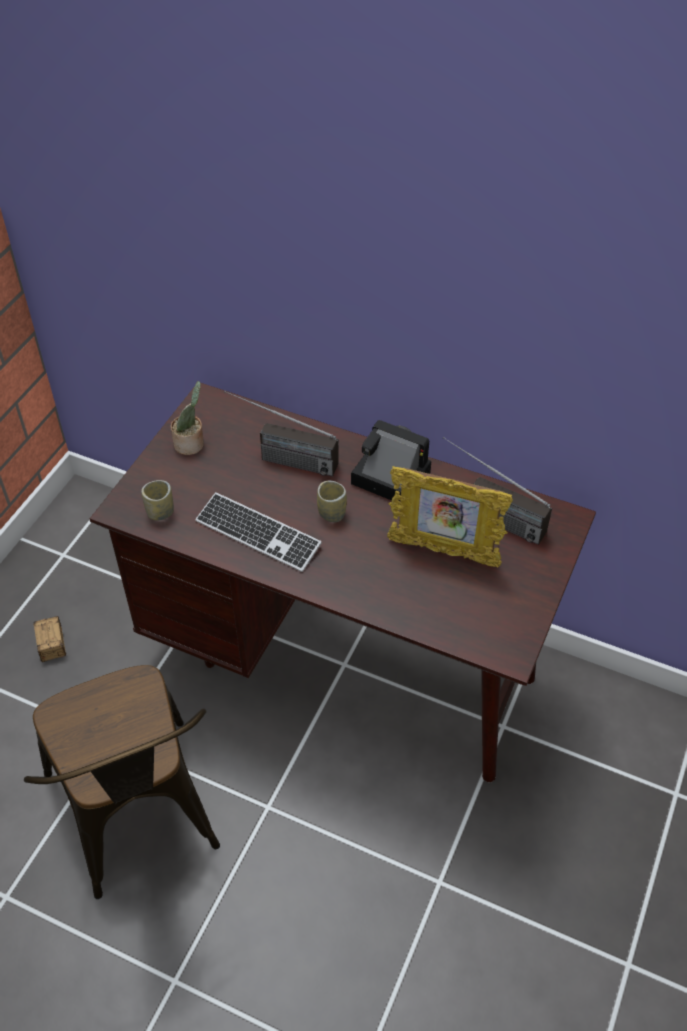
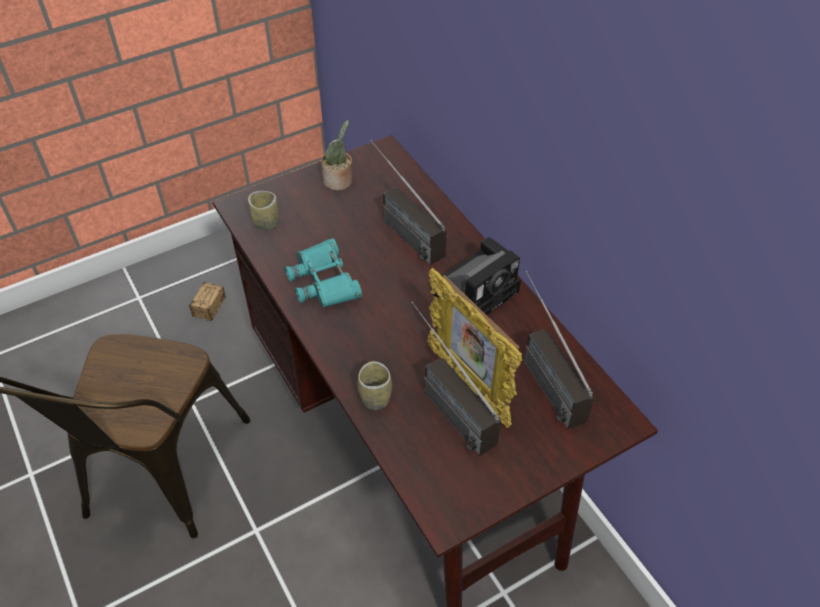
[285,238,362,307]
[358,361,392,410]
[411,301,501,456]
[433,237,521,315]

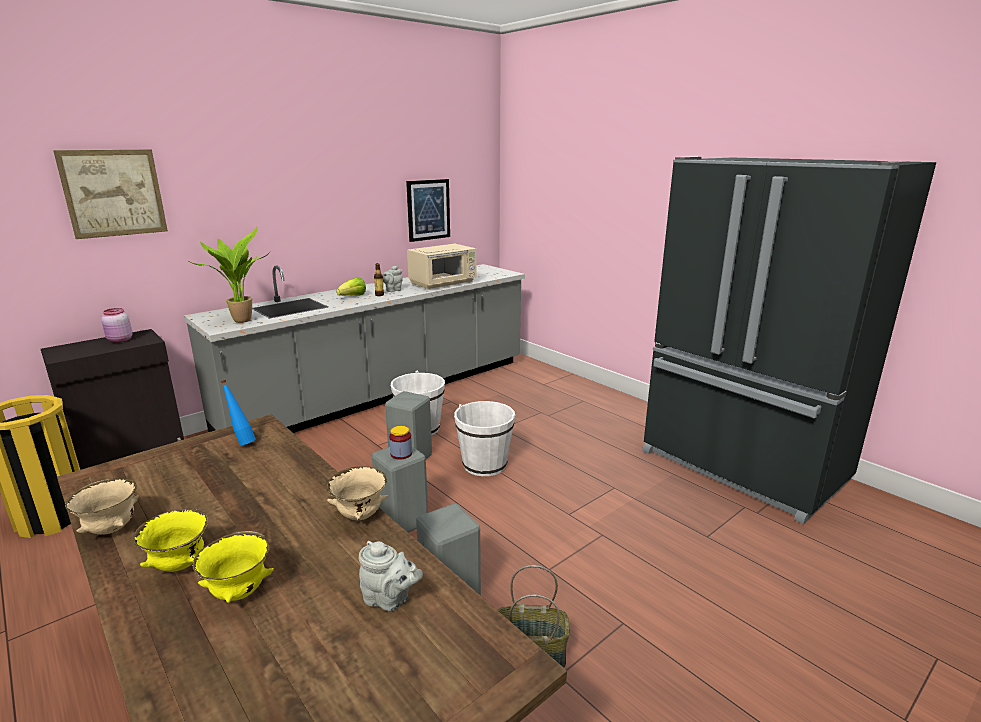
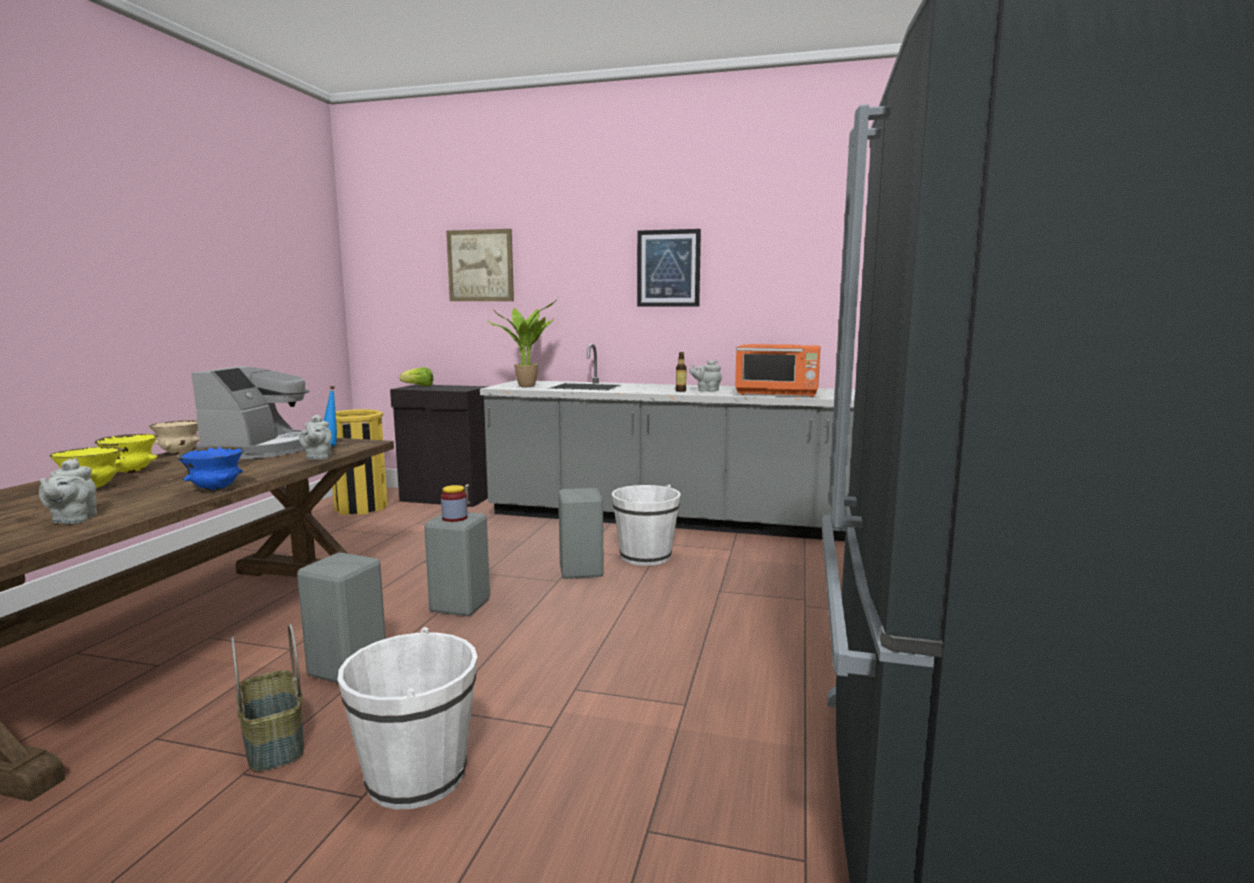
[176,446,244,491]
[191,366,310,459]
[299,415,332,460]
[338,627,477,809]
[399,367,433,387]
[637,229,701,306]
[735,344,821,397]
[101,308,132,343] (first image)

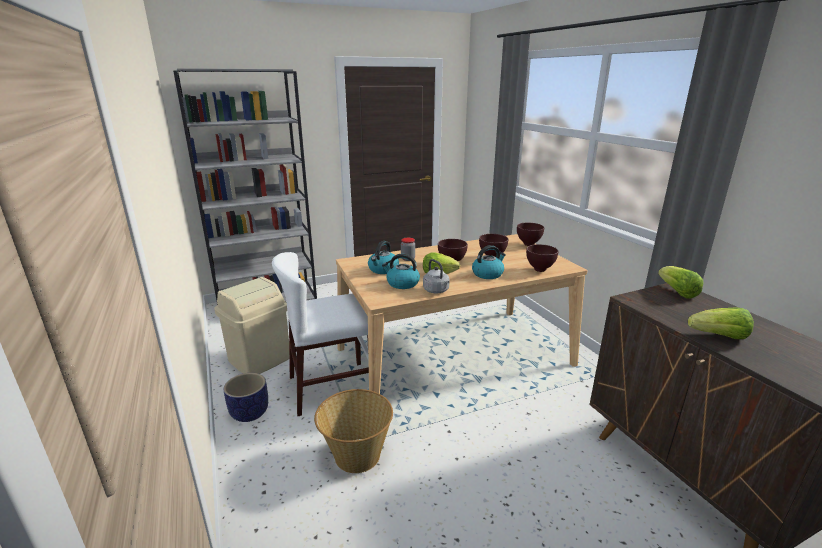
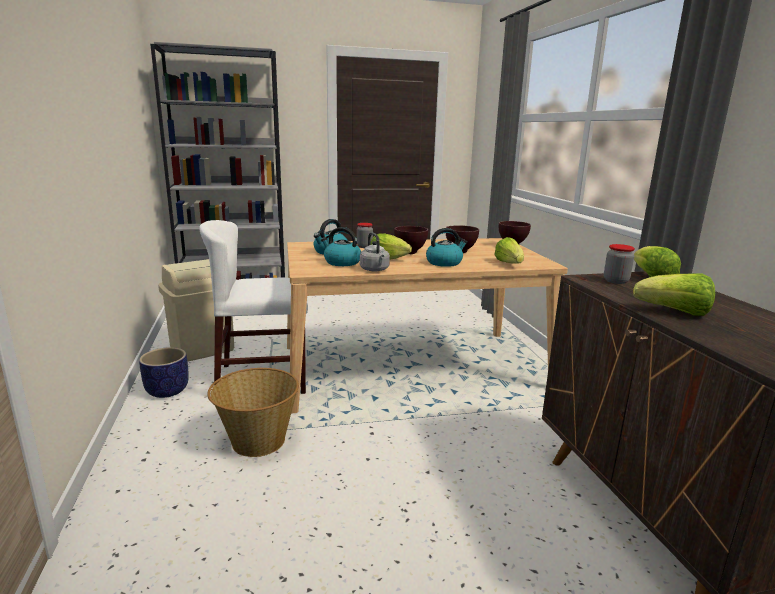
[494,237,524,264]
[604,244,635,284]

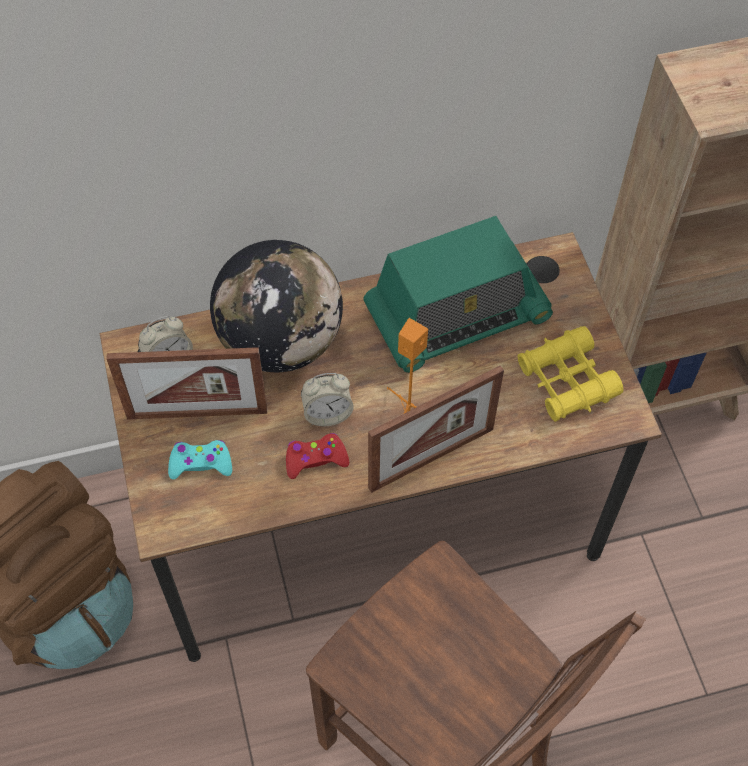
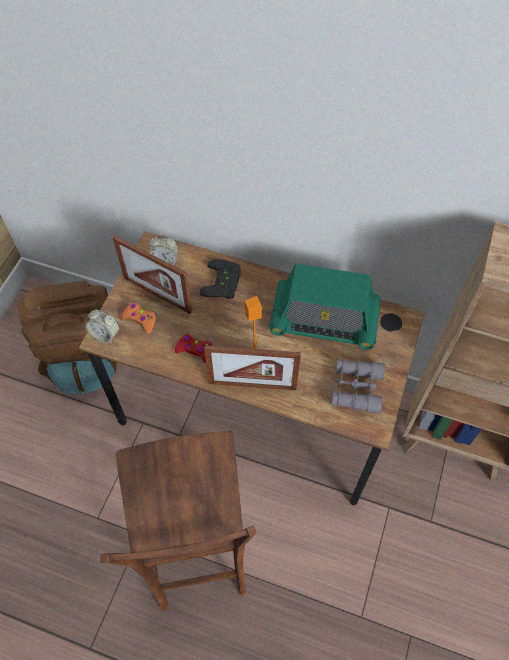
[85,309,120,343]
[121,302,156,334]
[199,259,241,299]
[332,358,385,413]

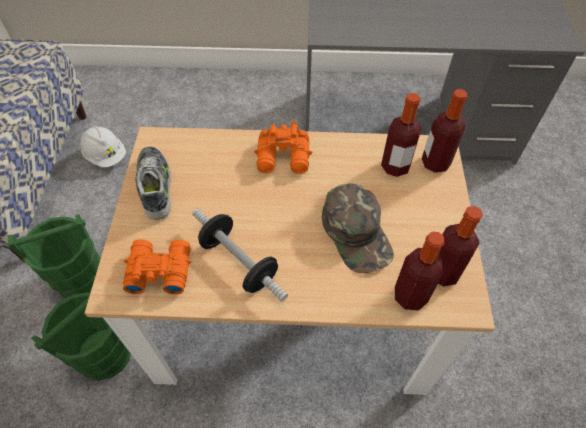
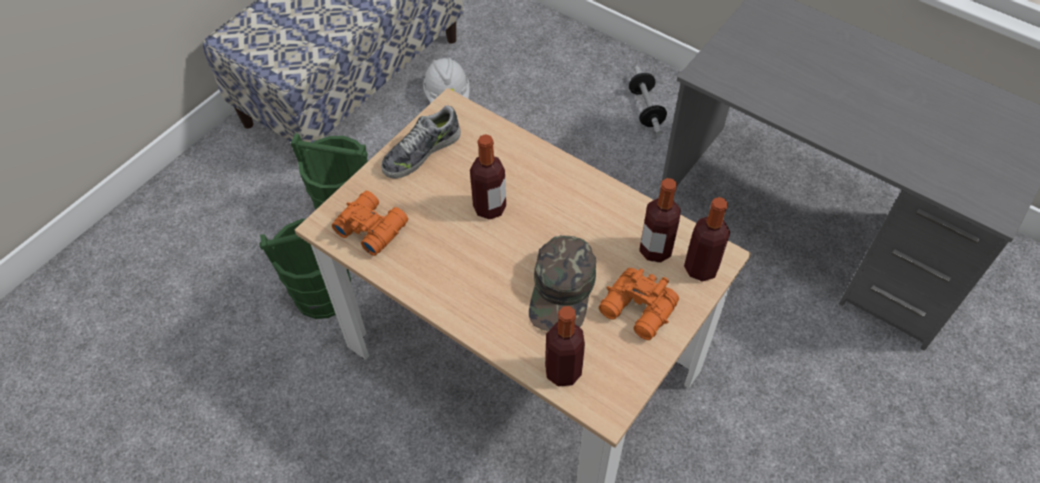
[381,105,461,179]
[470,134,506,220]
[599,268,679,340]
[629,66,667,135]

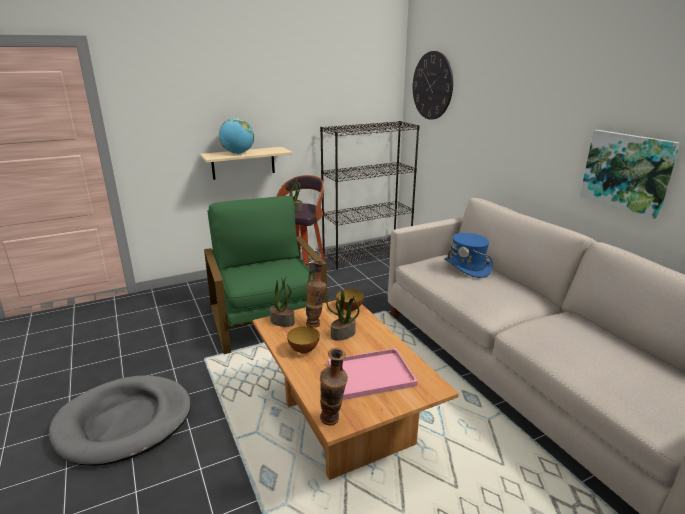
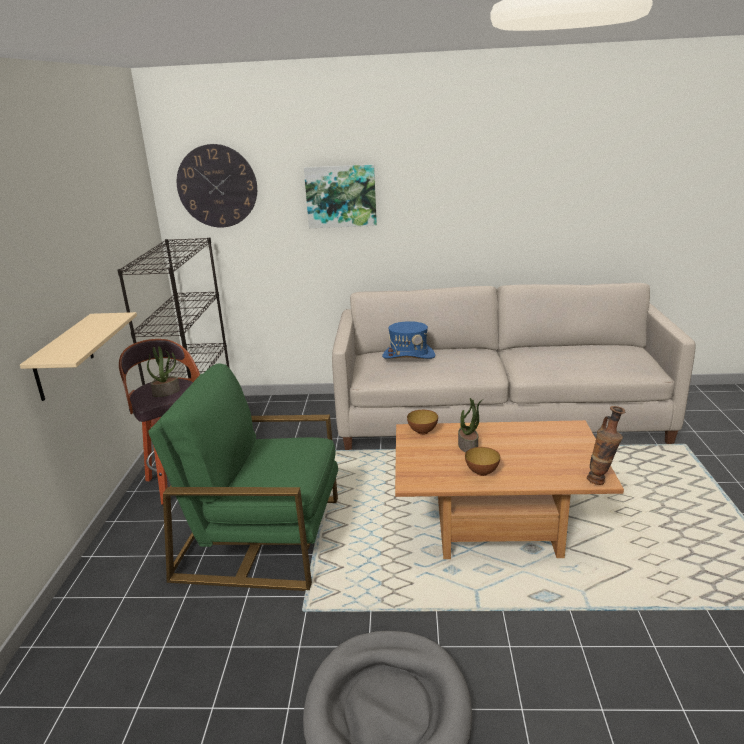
[304,164,377,228]
[219,118,254,154] (first image)
[270,276,295,327] (first image)
[306,261,326,328] (first image)
[328,348,418,400] (first image)

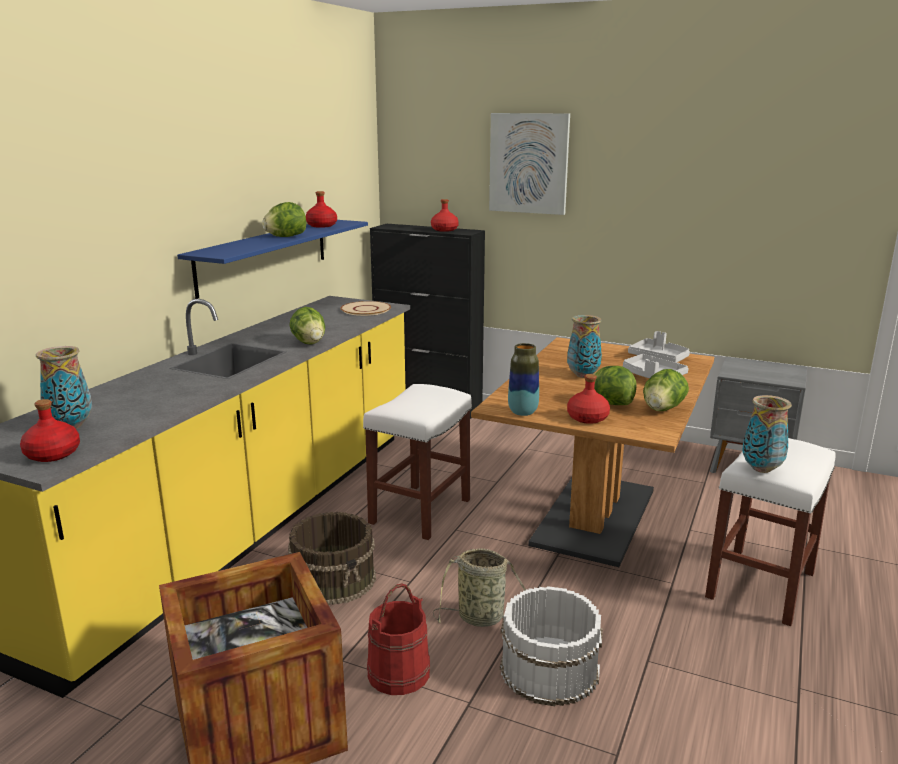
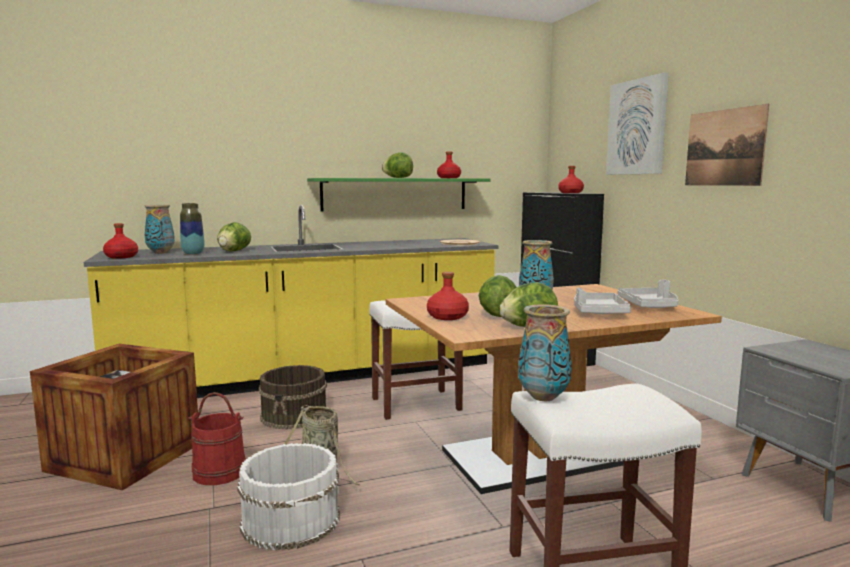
[180,203,205,255]
[217,222,251,252]
[307,178,491,211]
[685,104,769,186]

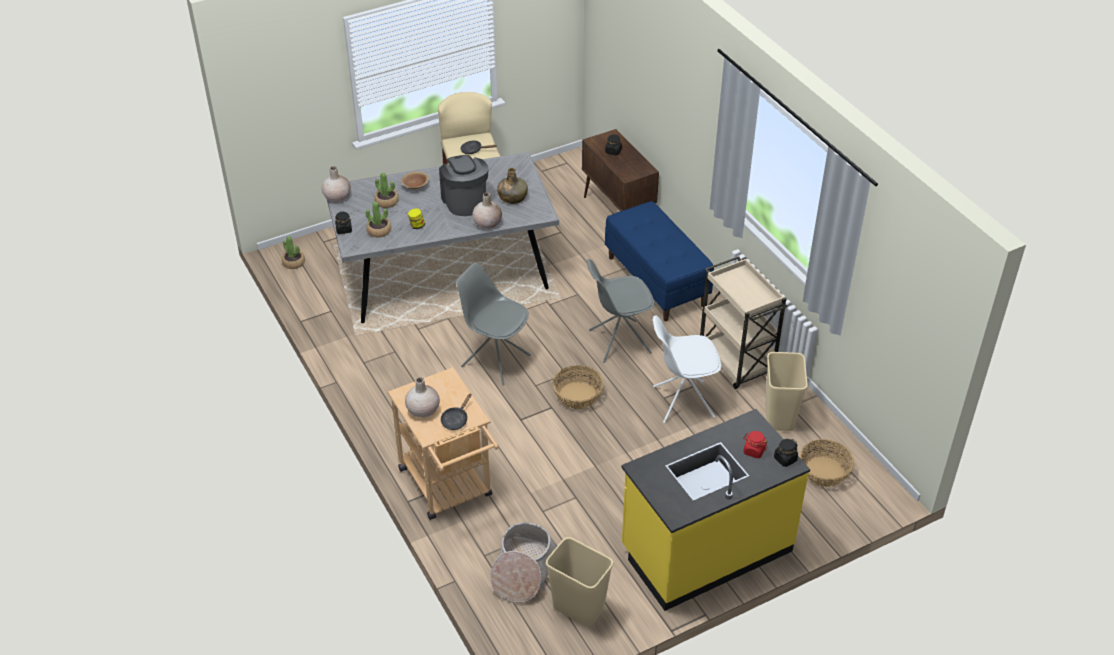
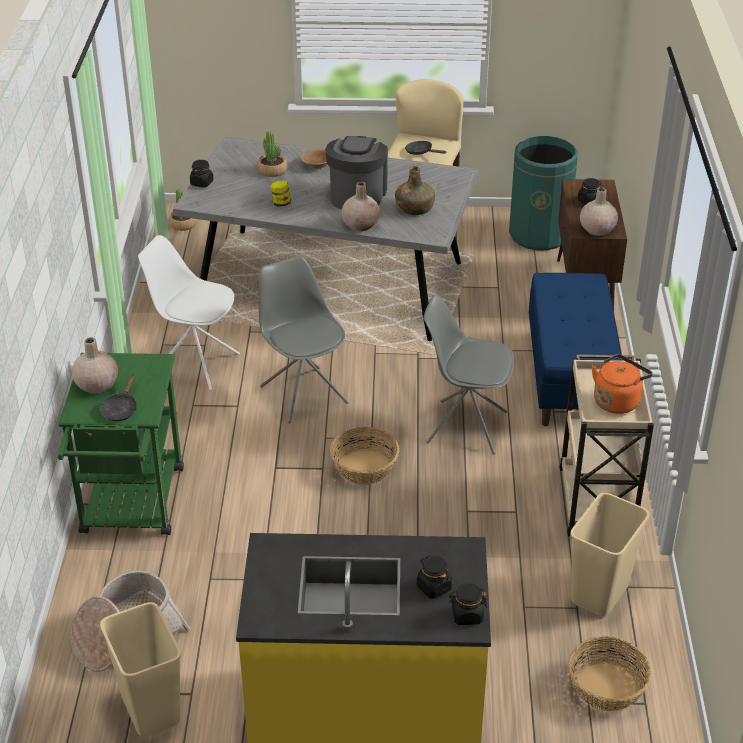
[58,353,184,535]
[100,374,137,421]
[138,235,240,391]
[417,556,452,599]
[509,136,578,250]
[580,187,618,236]
[592,354,653,414]
[366,202,391,237] (first image)

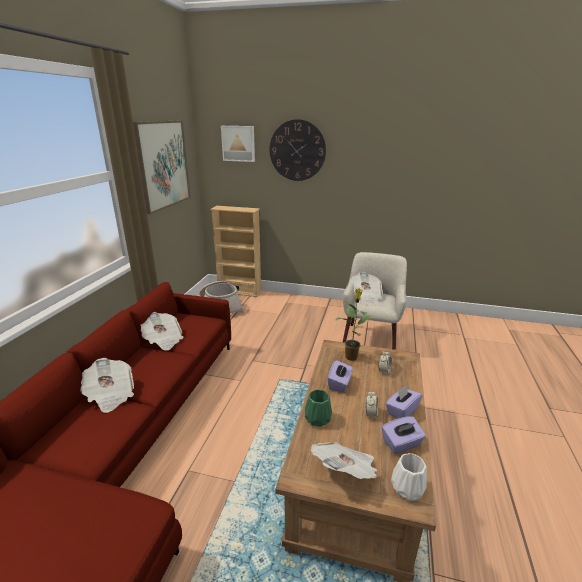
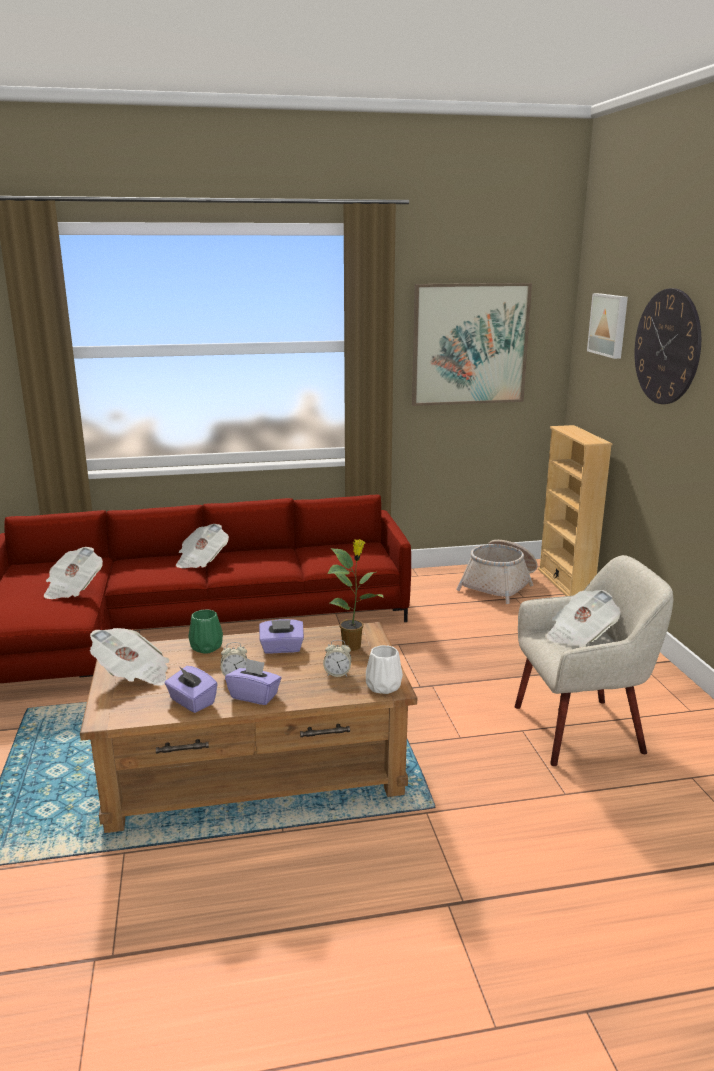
[44,547,103,599]
[366,645,403,694]

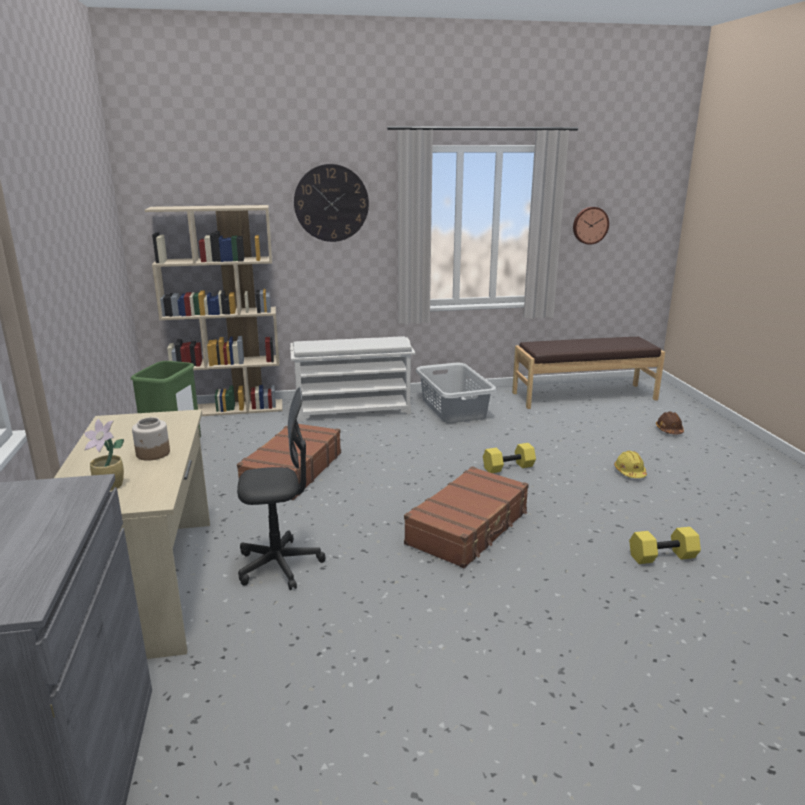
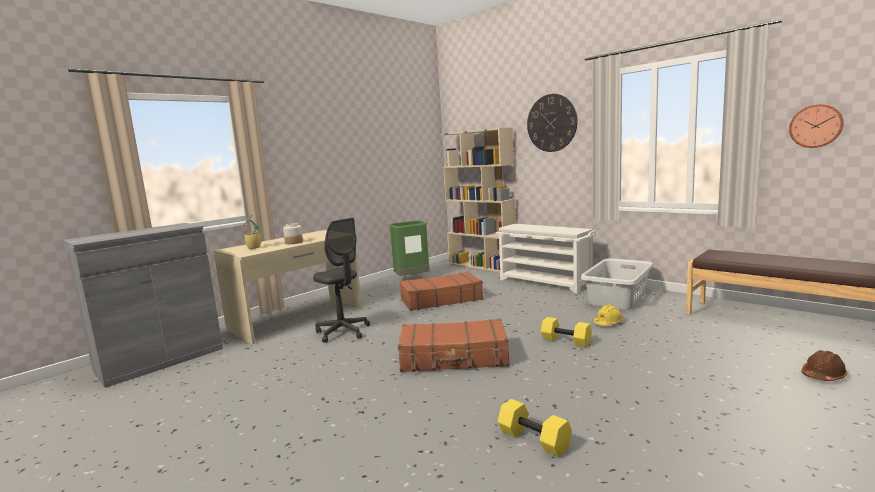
[593,305,623,326]

